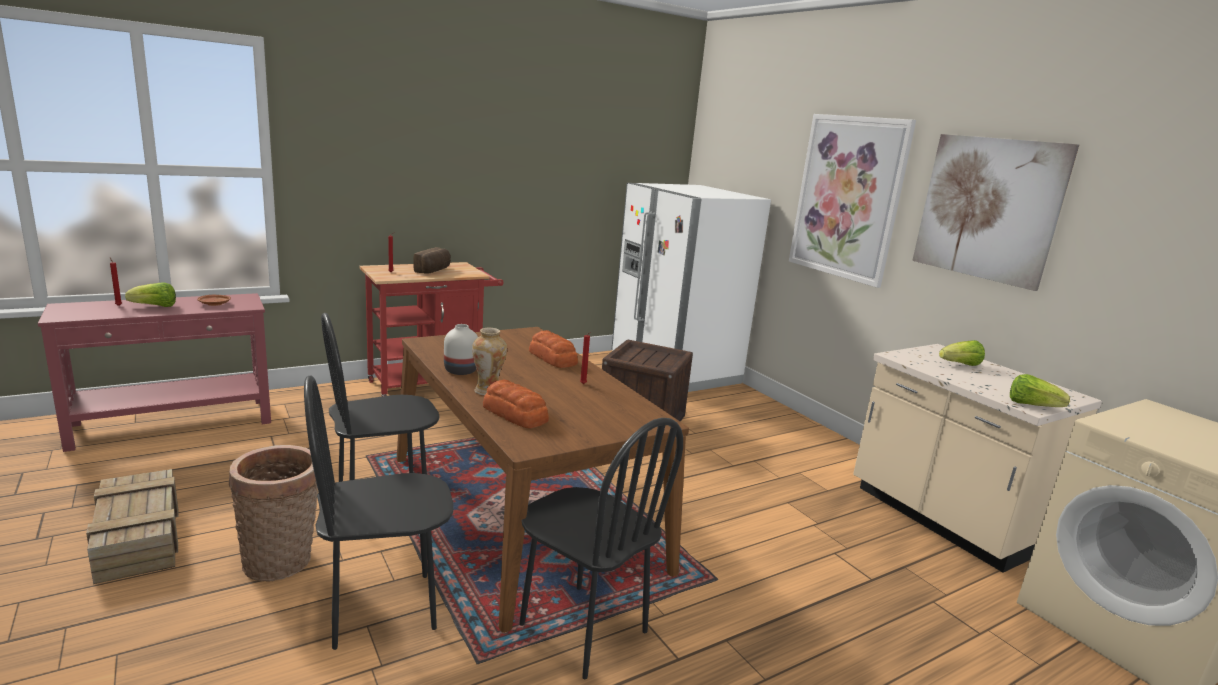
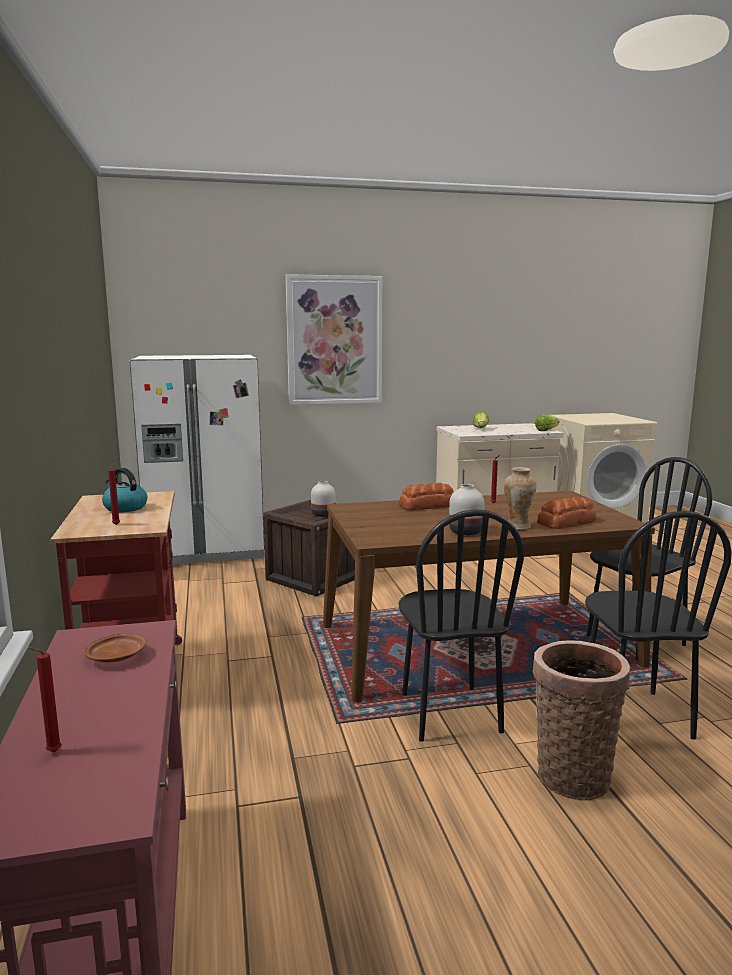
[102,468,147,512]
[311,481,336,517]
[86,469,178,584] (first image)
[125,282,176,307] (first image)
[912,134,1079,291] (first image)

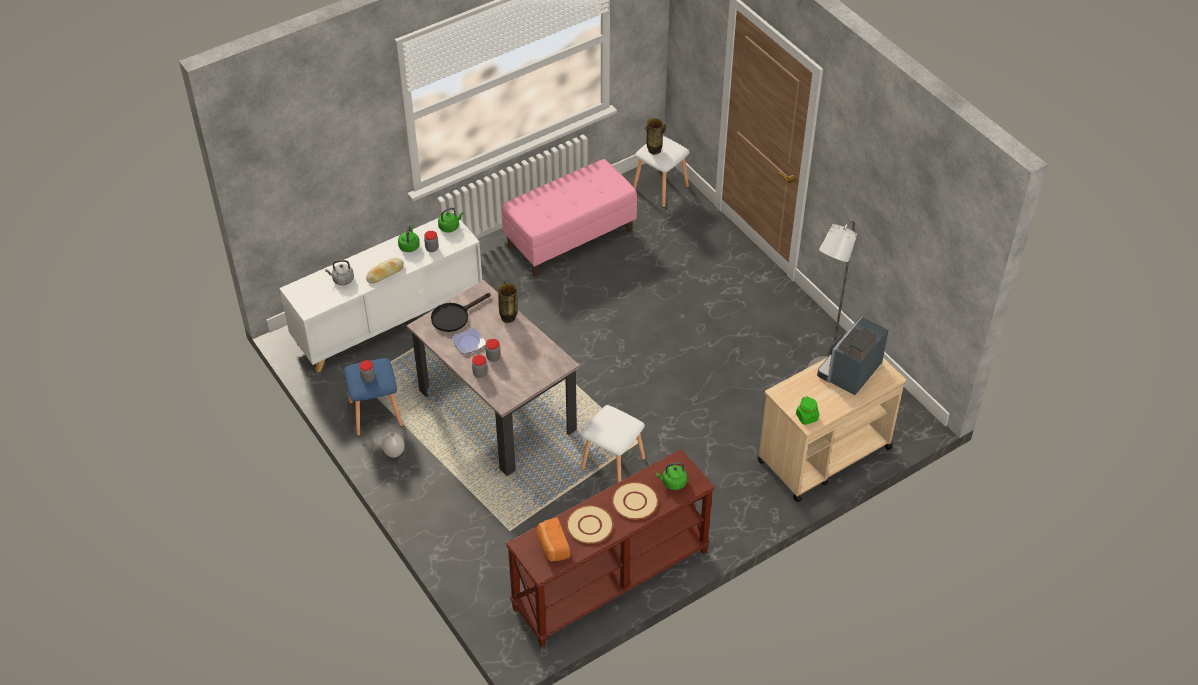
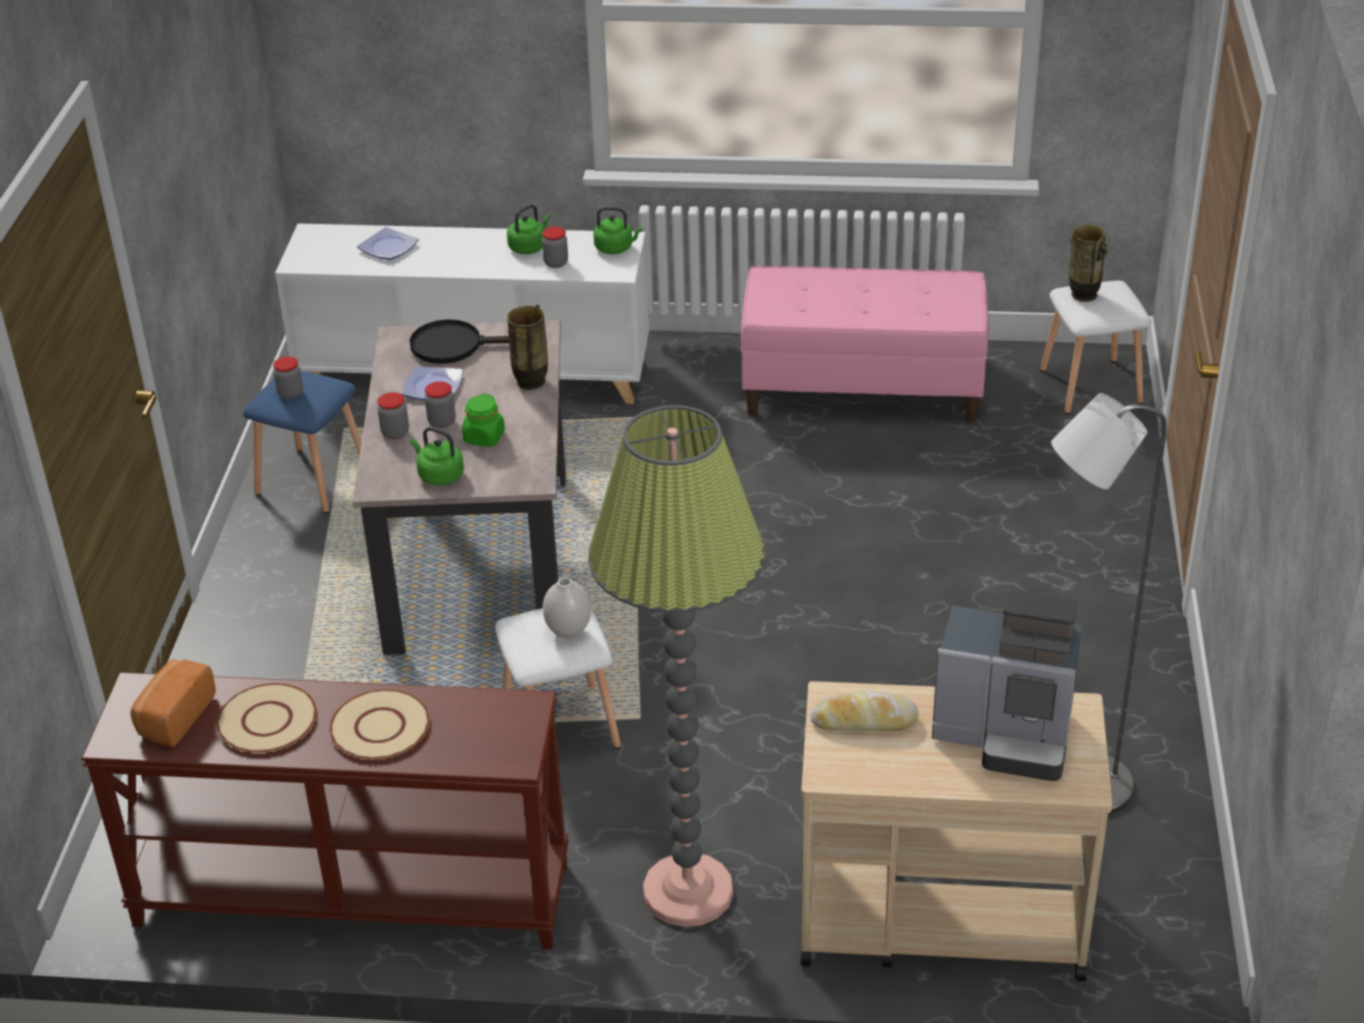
[357,227,419,260]
[410,427,464,485]
[462,394,505,447]
[543,577,591,639]
[588,405,765,927]
[810,691,919,731]
[932,590,1082,781]

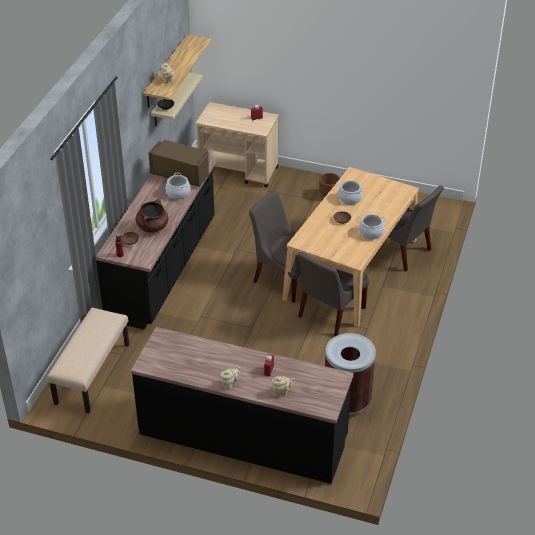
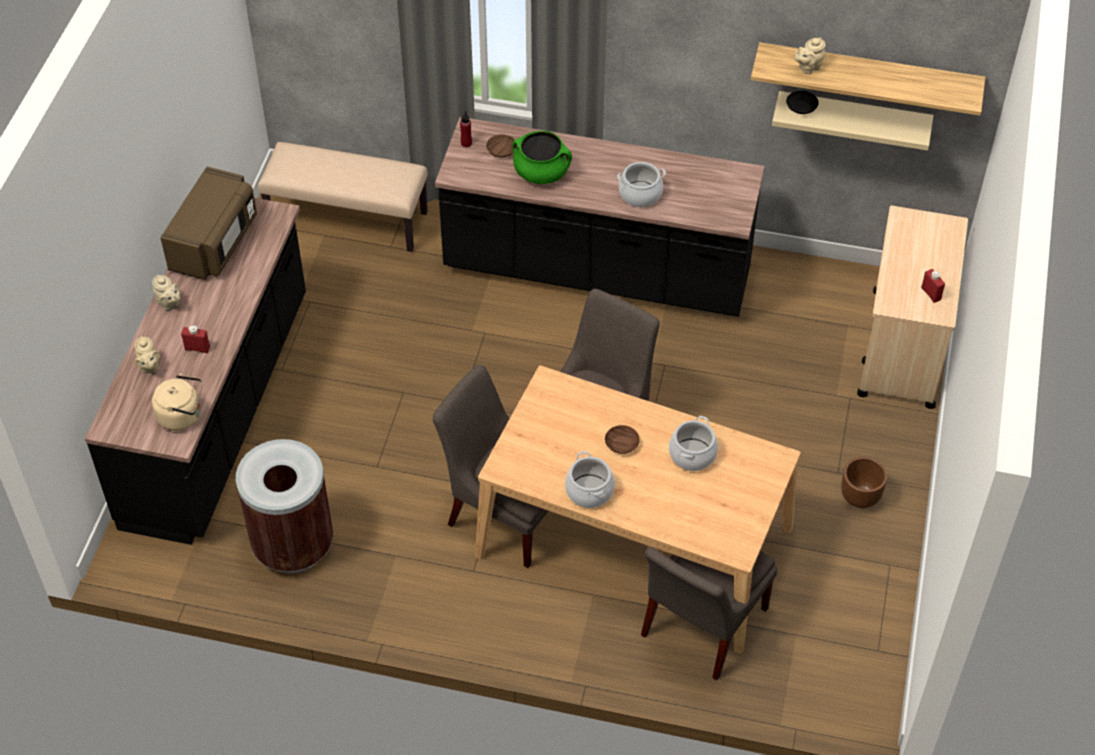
[152,373,203,431]
[160,166,257,280]
[513,131,572,184]

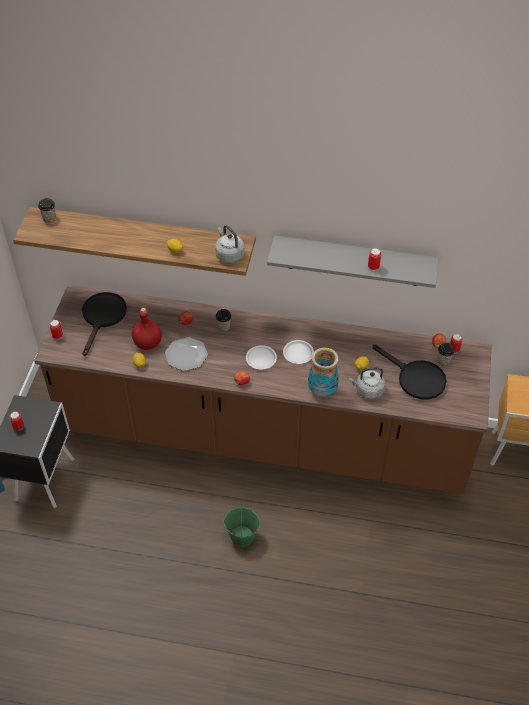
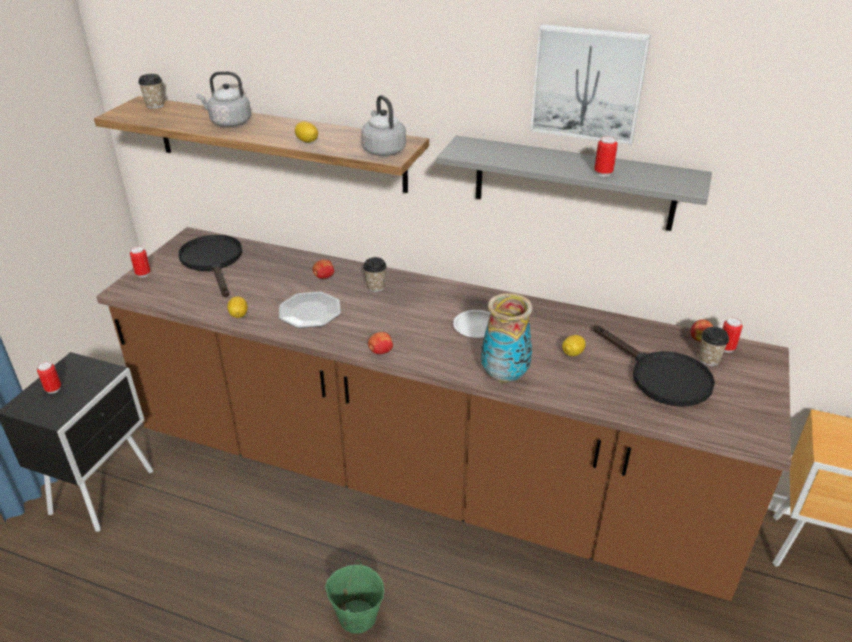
[179,235,242,297]
[196,71,251,127]
[530,24,651,145]
[132,308,162,350] (first image)
[246,345,277,369] (first image)

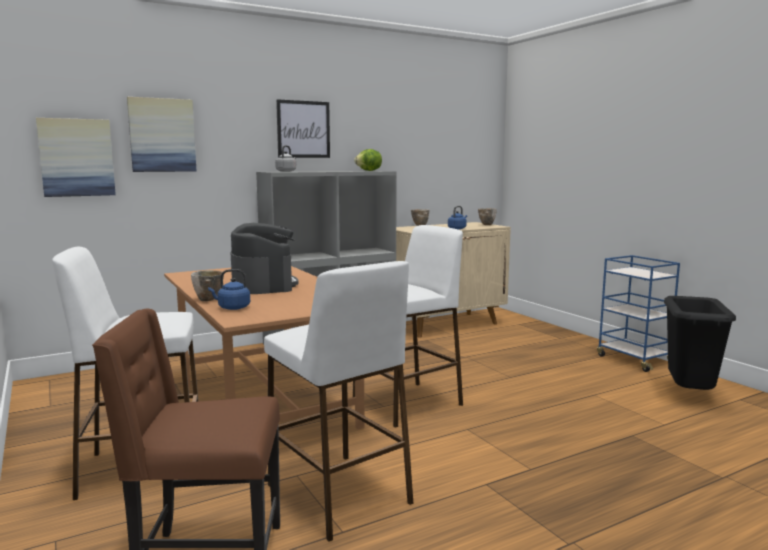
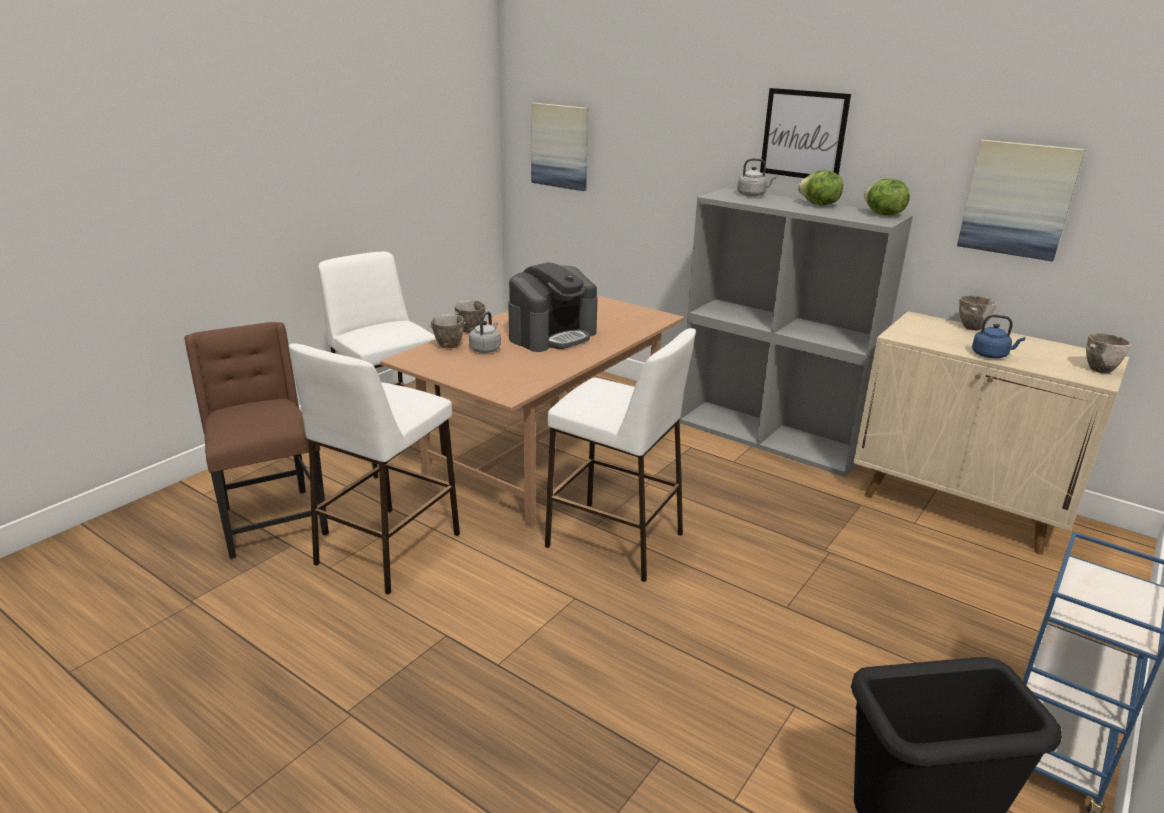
[429,314,466,348]
[469,311,501,353]
[798,170,843,205]
[957,139,1085,262]

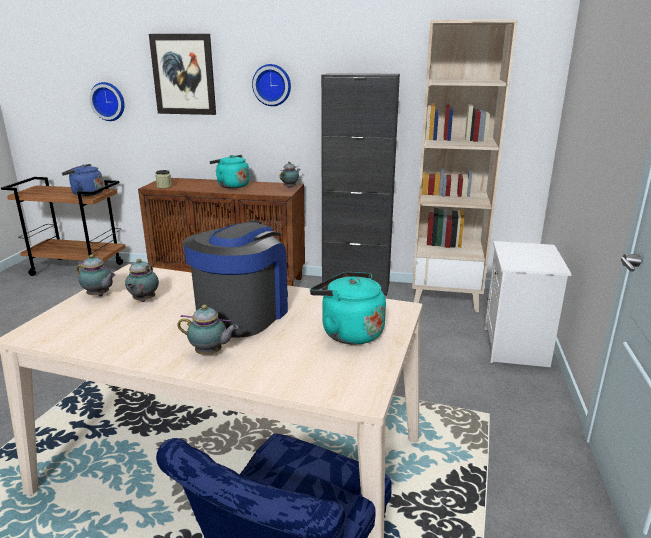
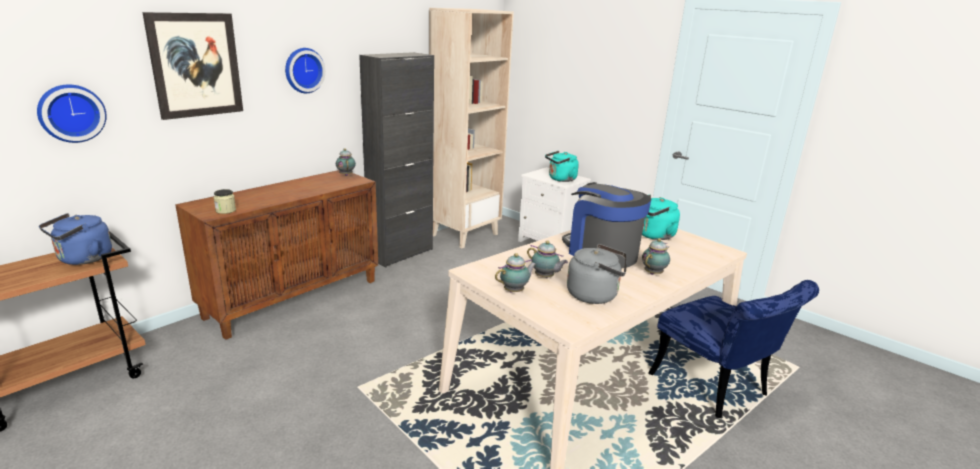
[545,151,579,182]
[567,244,627,304]

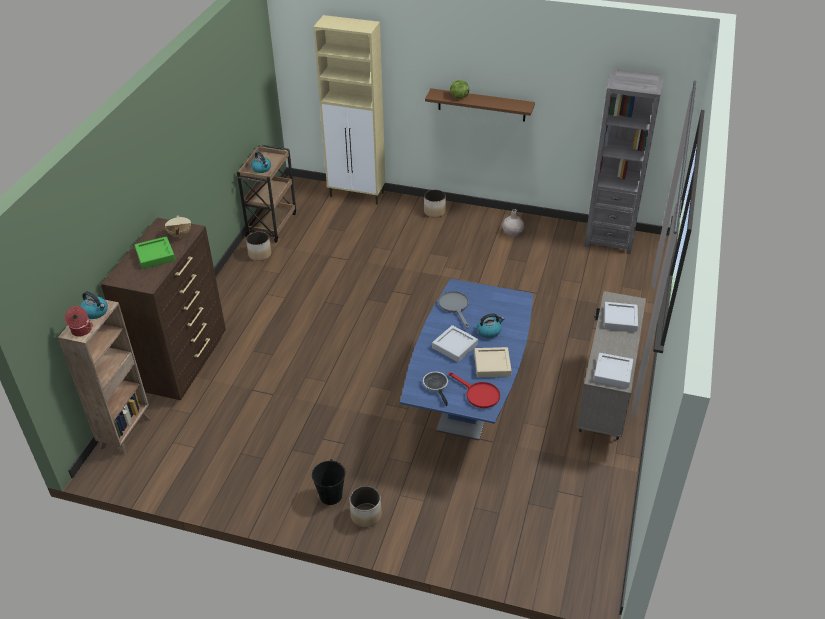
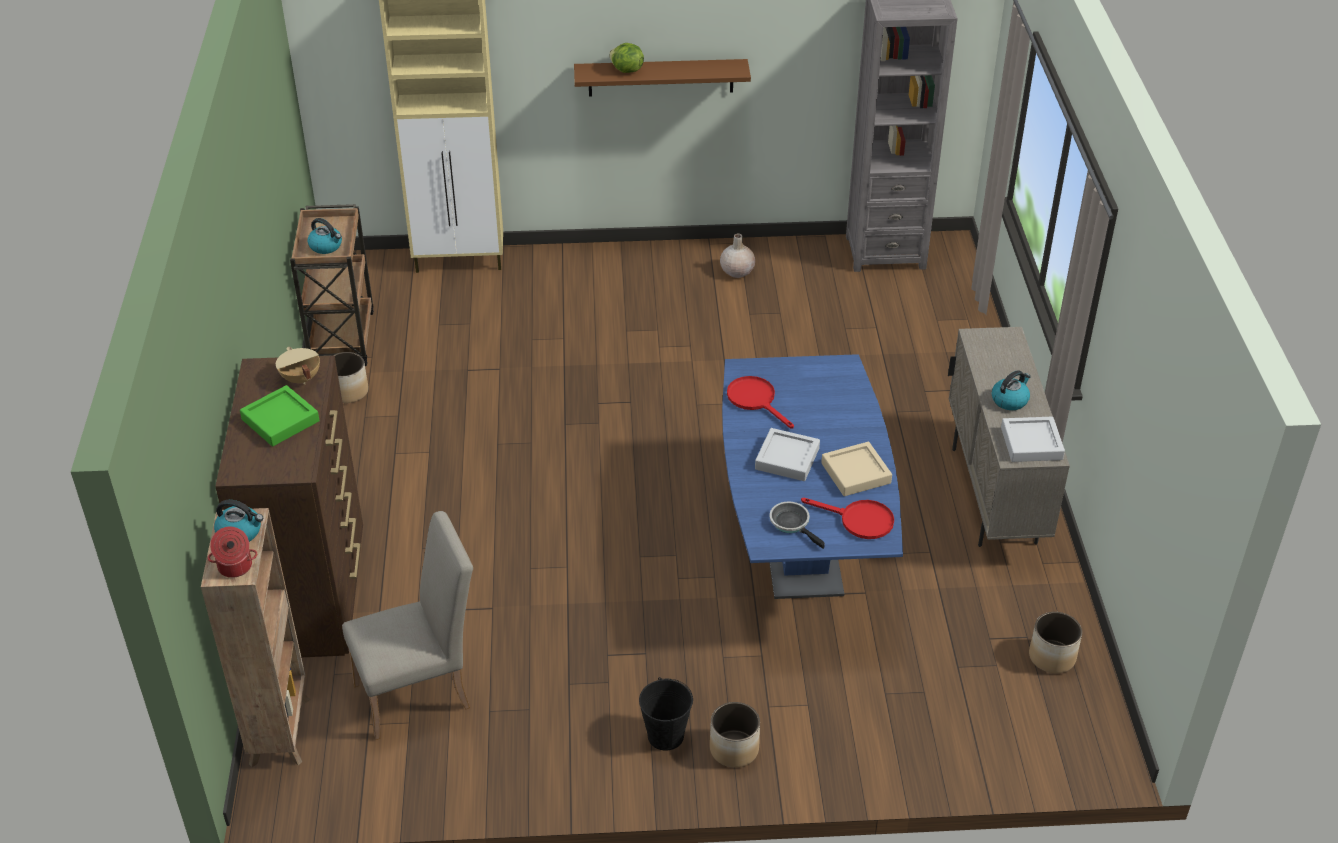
[342,511,473,740]
[727,376,794,429]
[992,370,1031,410]
[1029,612,1082,674]
[604,302,638,332] (first image)

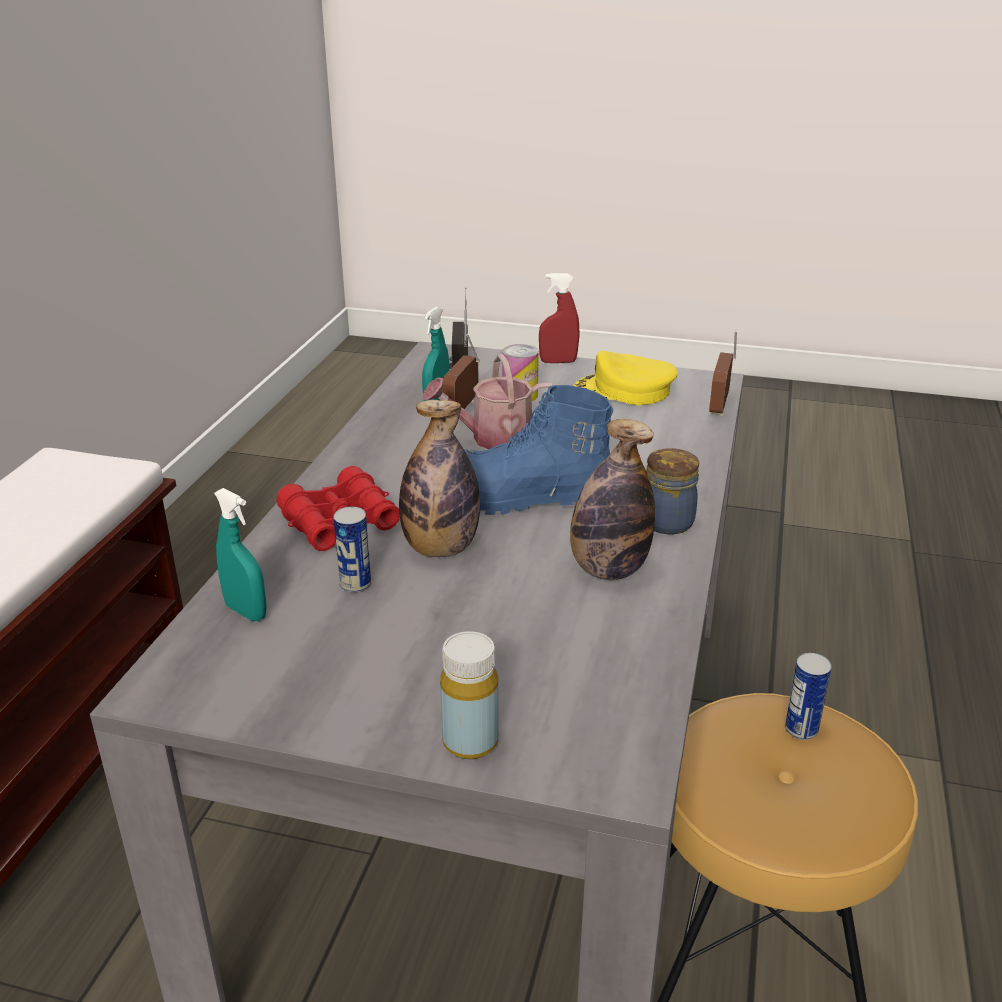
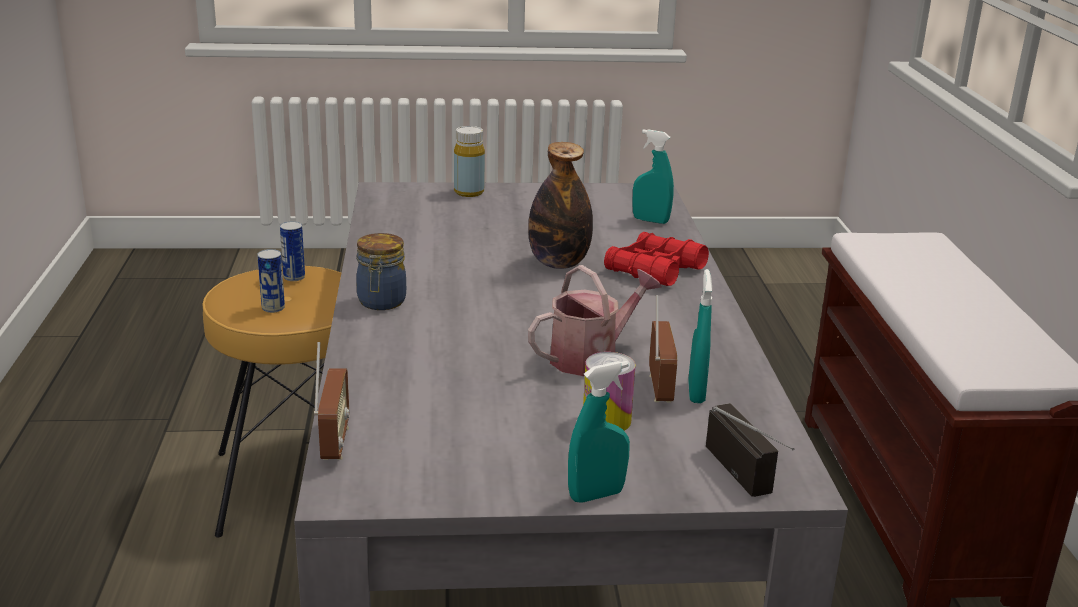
[280,221,305,281]
[568,361,630,503]
[464,385,613,515] (first image)
[570,419,655,580] (first image)
[574,351,678,405] (first image)

